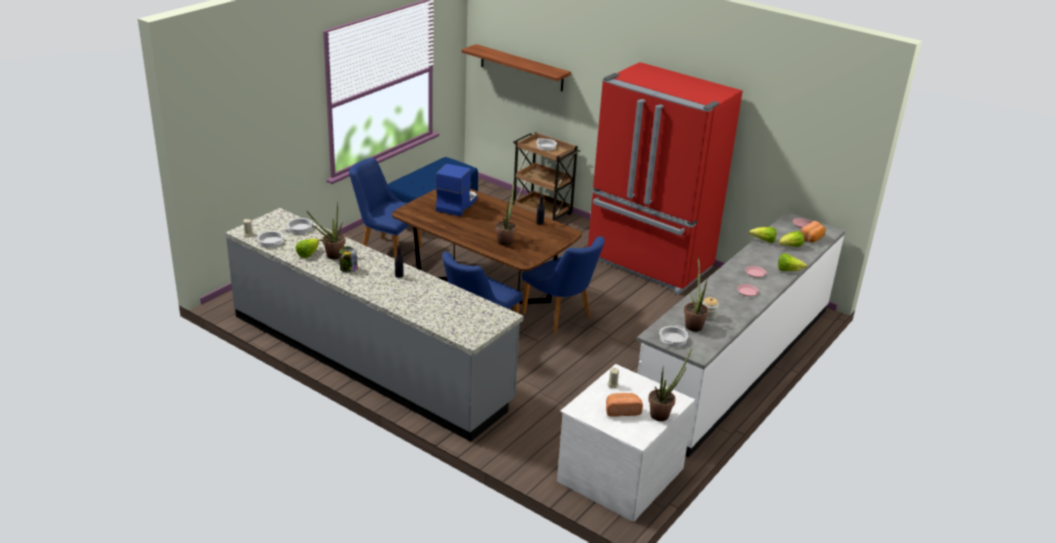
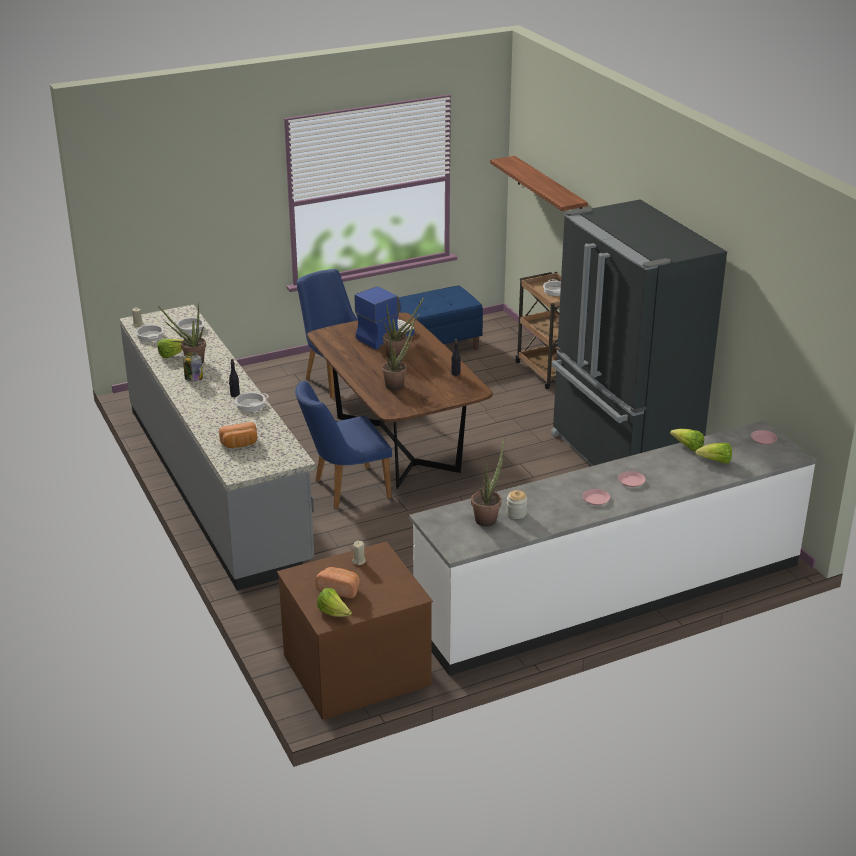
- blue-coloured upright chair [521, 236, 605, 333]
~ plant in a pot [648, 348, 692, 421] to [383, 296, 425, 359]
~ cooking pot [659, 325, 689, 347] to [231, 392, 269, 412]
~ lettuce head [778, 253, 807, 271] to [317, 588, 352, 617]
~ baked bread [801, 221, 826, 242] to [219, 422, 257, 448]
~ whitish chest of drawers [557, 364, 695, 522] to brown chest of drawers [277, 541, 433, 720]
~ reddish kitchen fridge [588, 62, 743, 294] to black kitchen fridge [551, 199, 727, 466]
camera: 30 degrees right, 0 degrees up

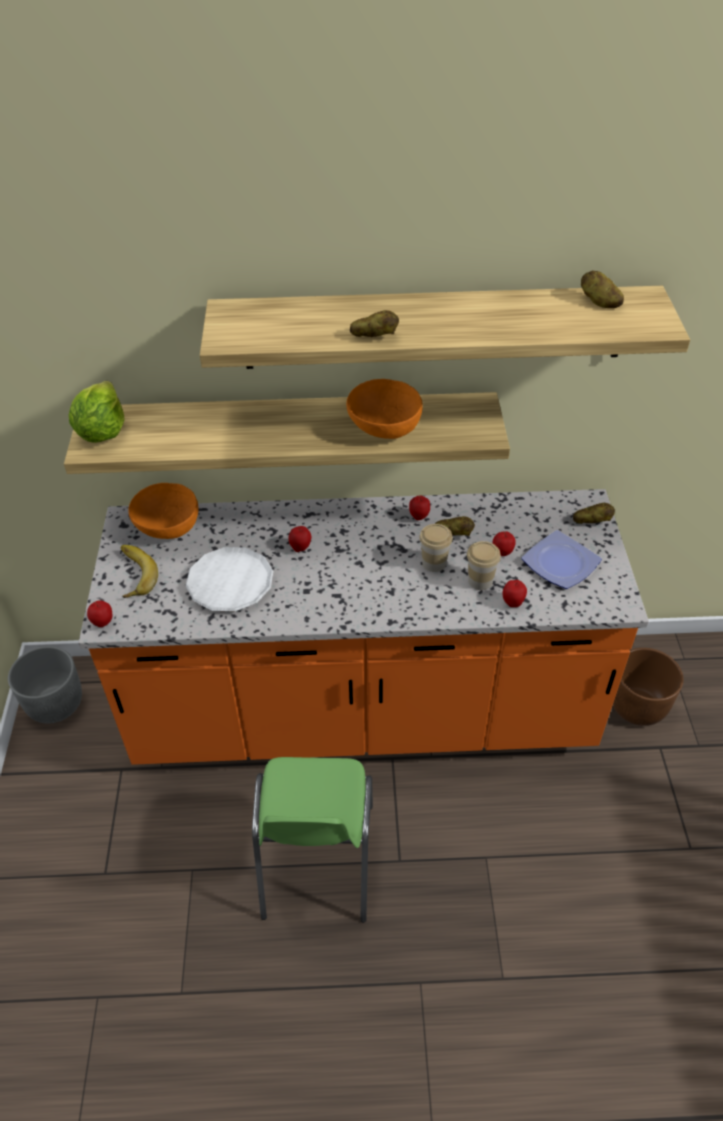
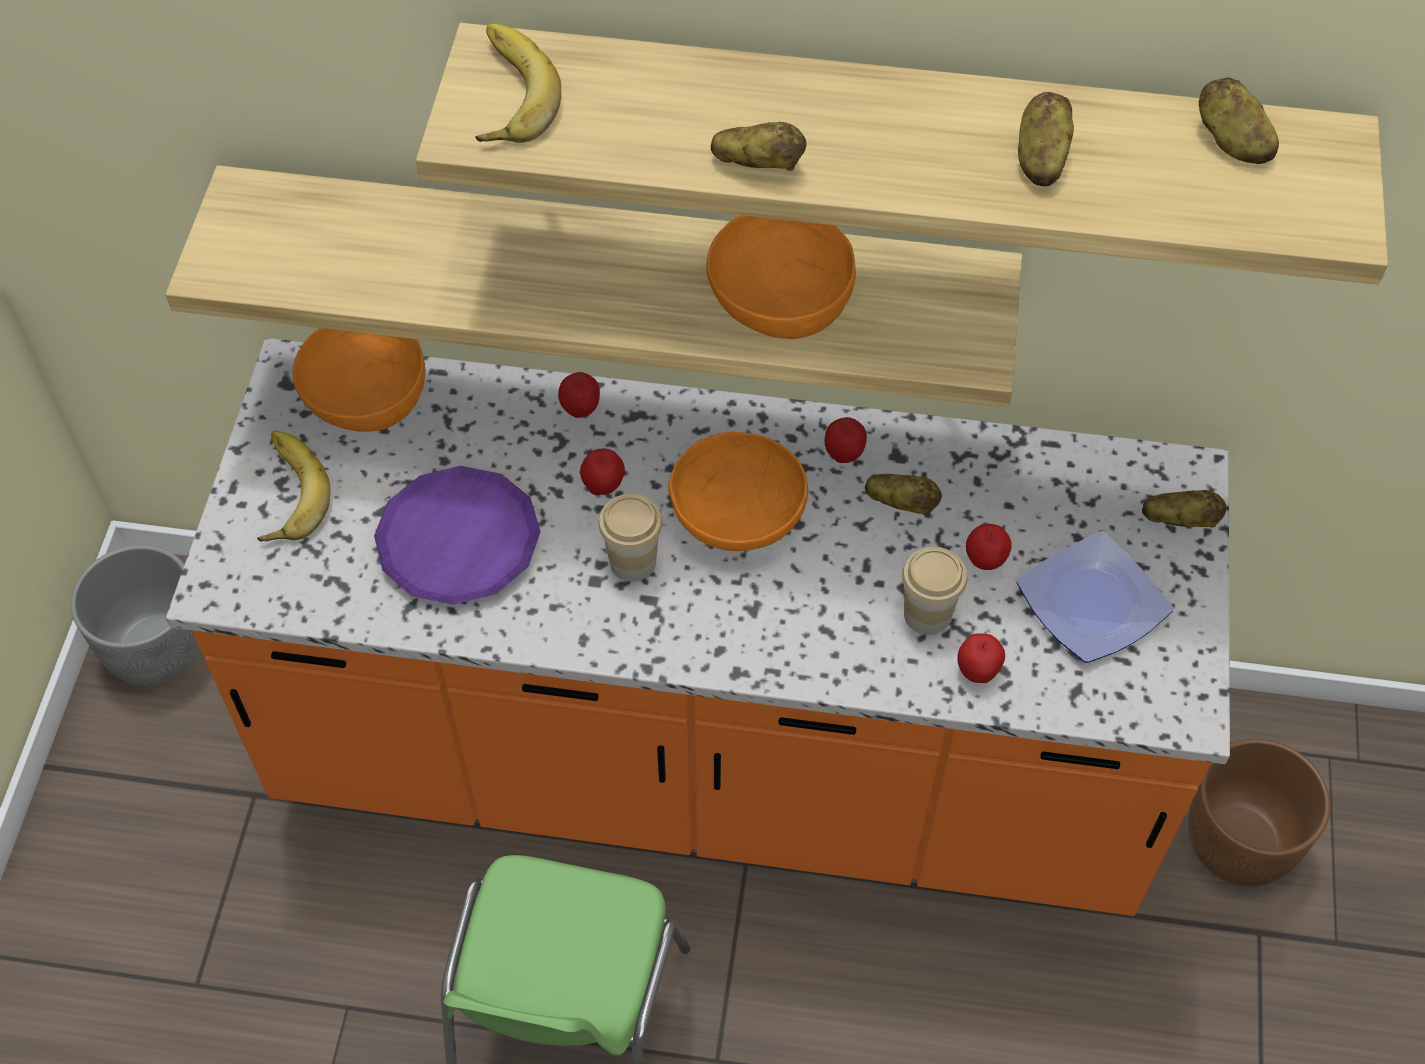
- lettuce head [69, 381, 125, 443]
+ banana fruit [475, 24, 561, 143]
+ orangey deep dish [668, 432, 808, 551]
+ whole potato [1018, 92, 1074, 186]
~ apple fruit [87, 600, 112, 627] to [558, 372, 600, 418]
~ small cup [419, 524, 453, 572] to [598, 494, 663, 582]
~ whitish flat dish [186, 547, 273, 612] to purple-coloured flat dish [374, 466, 541, 605]
camera: 10 degrees right, 10 degrees up

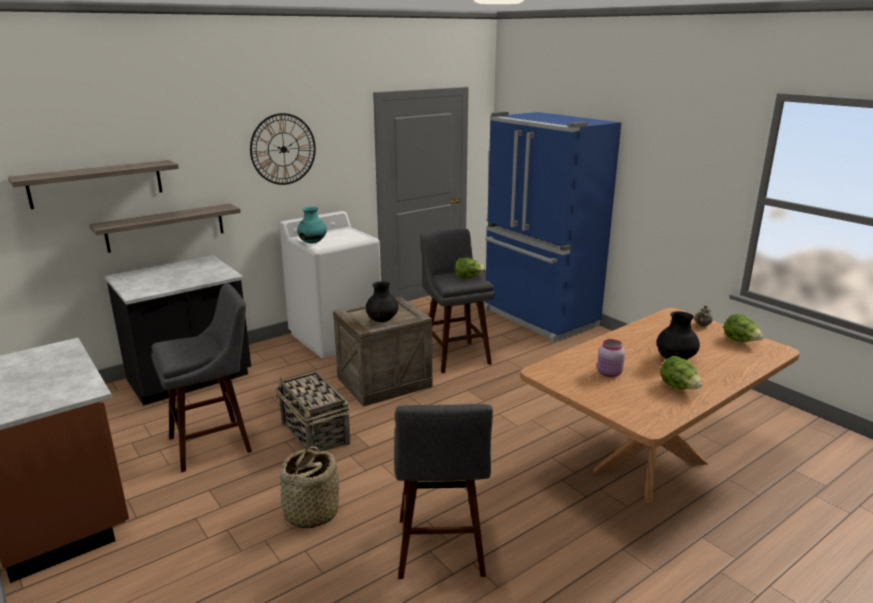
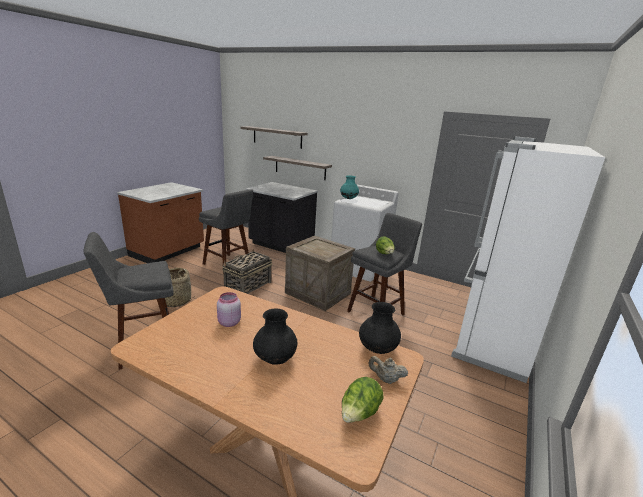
- hanging clock [250, 113, 316, 185]
- lettuce head [660, 356, 703, 389]
~ black flower vase [366, 281, 398, 322] to [359, 302, 401, 354]
~ blue-coloured kitchen fridge [484, 112, 621, 343] to whitish kitchen fridge [451, 136, 605, 383]
camera: 65 degrees right, 0 degrees up

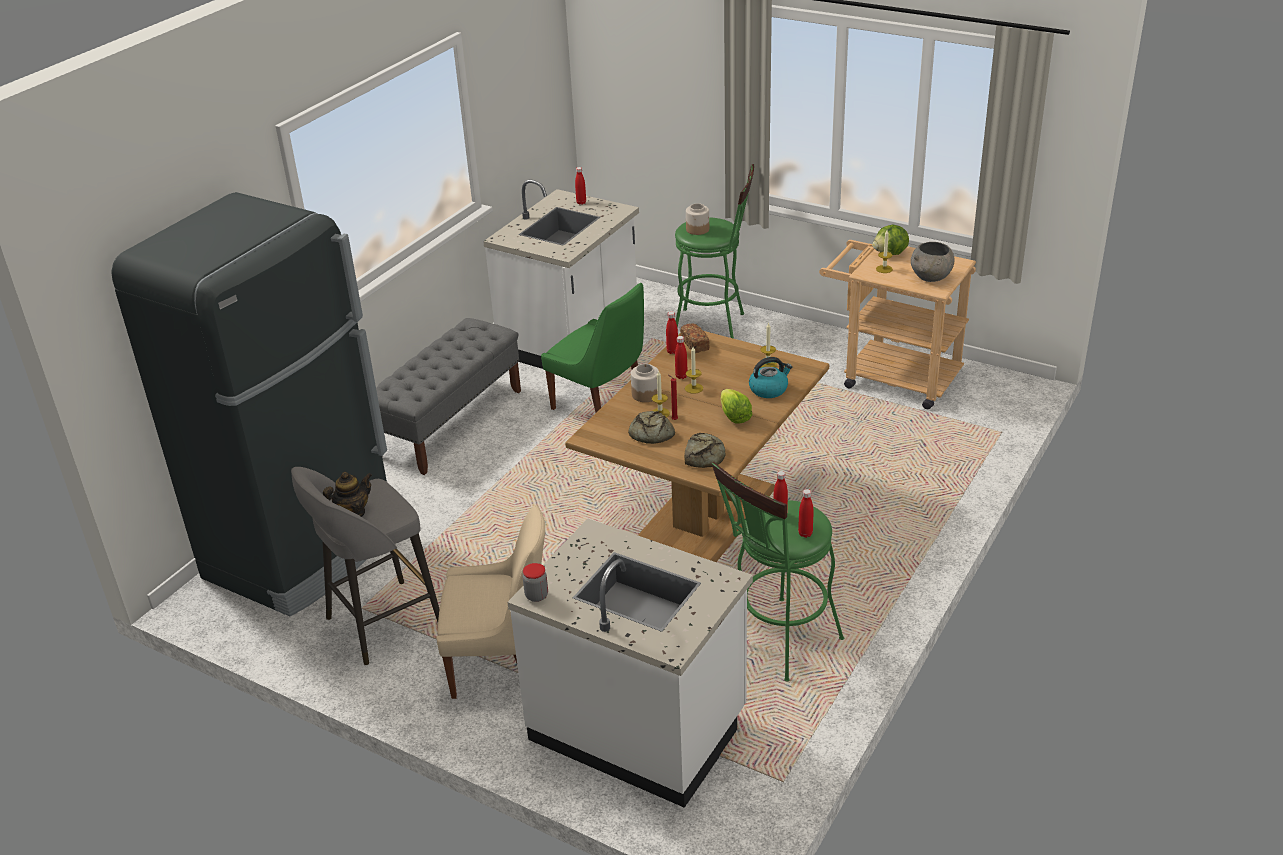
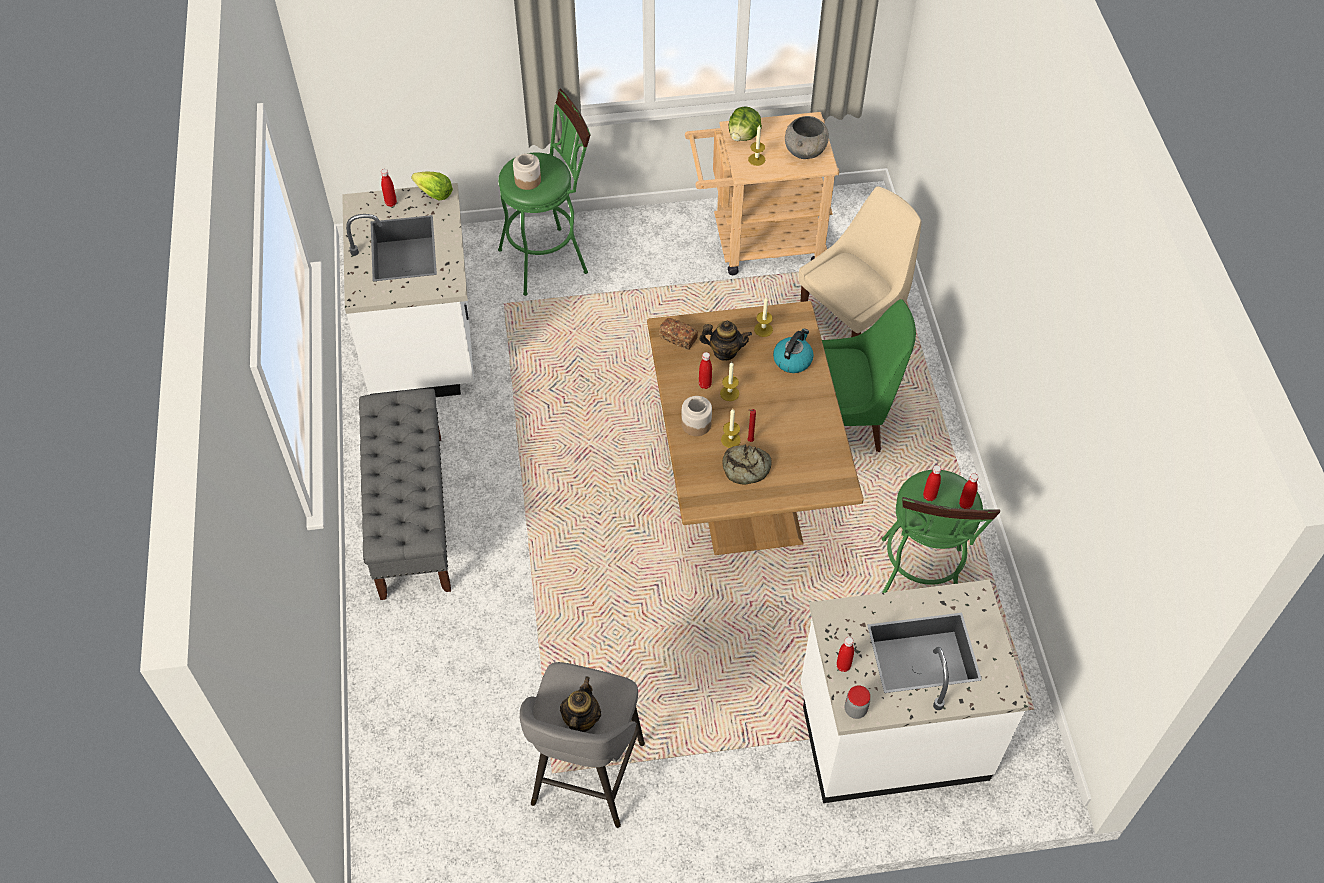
- black kitchen fridge [111, 192, 387, 616]
- baked bread [684, 433, 725, 468]
+ teapot [699, 321, 752, 361]
~ sand-coloured upright chair [436, 505, 545, 699] to [799, 186, 921, 337]
~ greenish upright chair [541, 283, 644, 413] to [822, 299, 916, 452]
~ reddish beverage bottle [666, 312, 678, 354] to [836, 637, 854, 672]
~ lettuce head [721, 389, 753, 423] to [411, 171, 453, 201]
camera: 40 degrees left, 20 degrees up

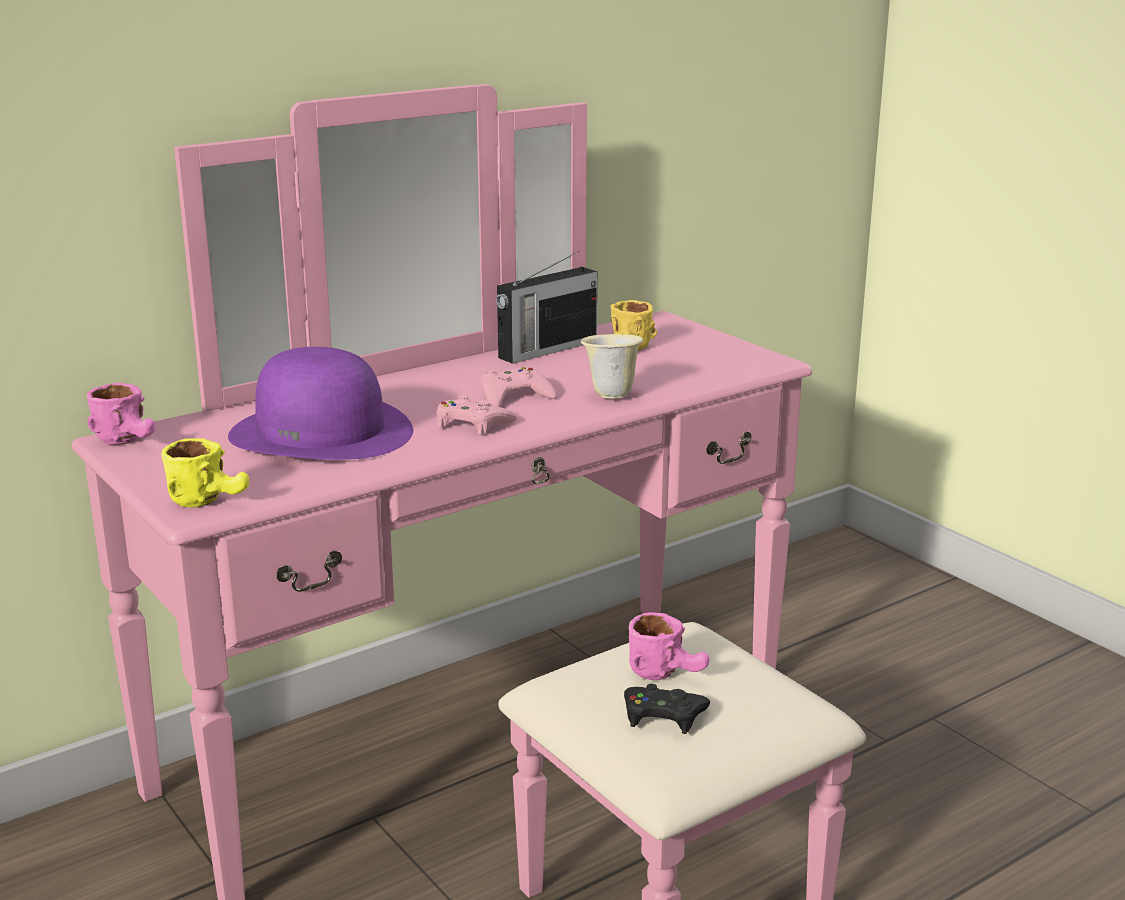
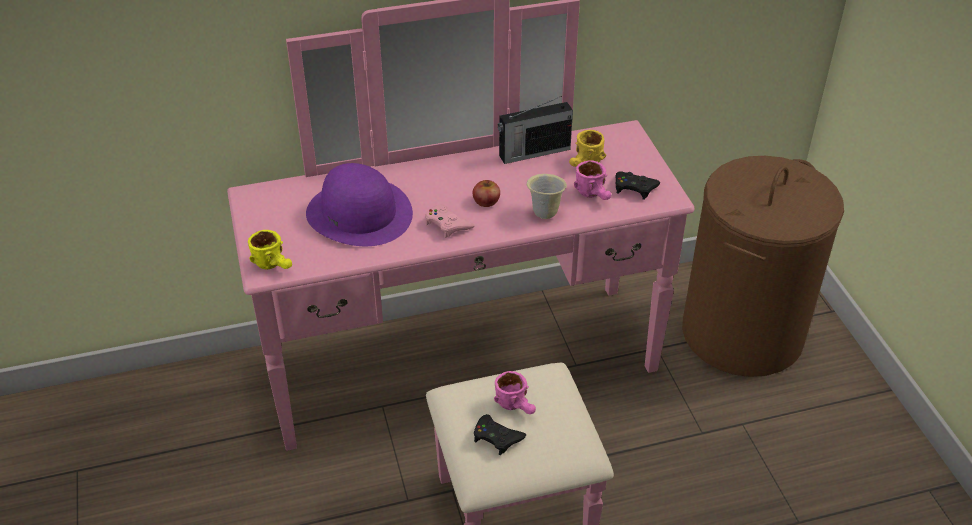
+ black joypad [615, 171, 660, 200]
+ brown washing basket [682, 156, 844, 377]
~ pink tea mug [87, 383, 155, 445] to [574, 160, 611, 200]
~ pink joypad [481, 367, 557, 407] to apple fruit [473, 180, 500, 207]
camera: 20 degrees right, 20 degrees up

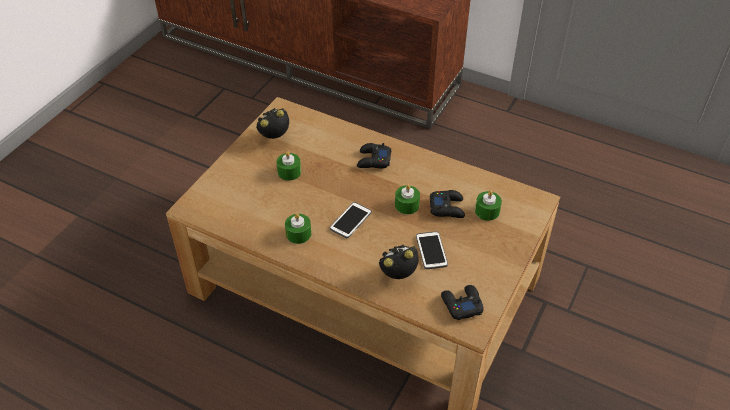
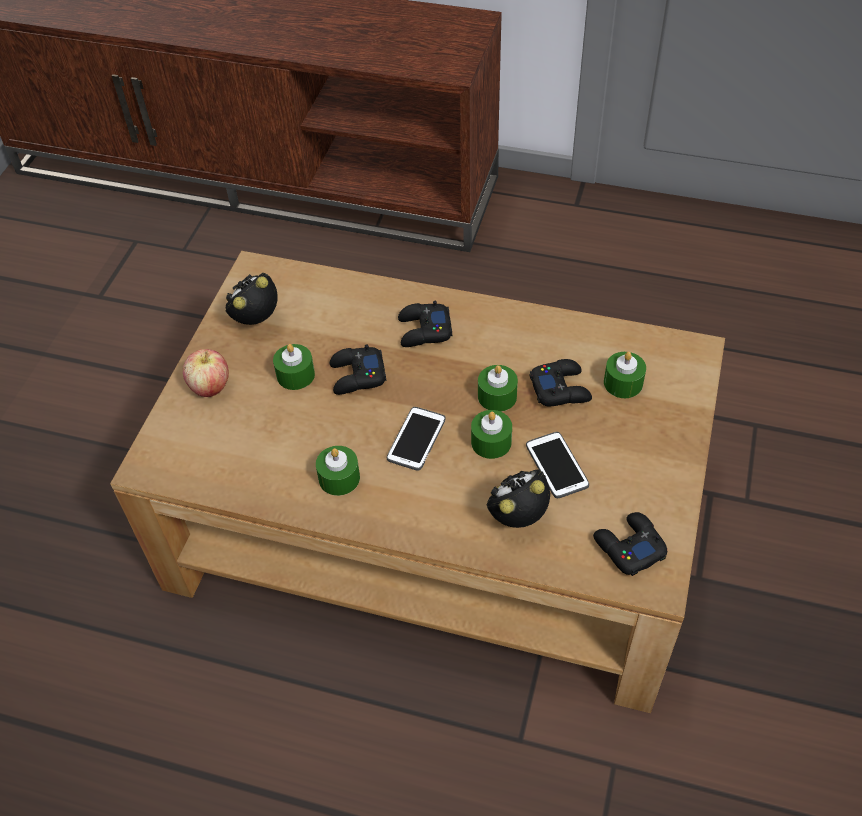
+ apple fruit [183, 349, 229, 397]
+ black joypad [330, 344, 386, 395]
+ greenish wax light [471, 410, 512, 459]
camera: 10 degrees left, 5 degrees up

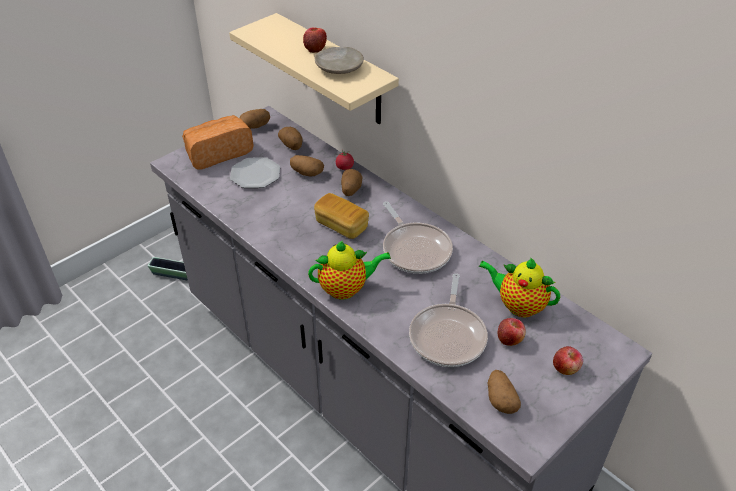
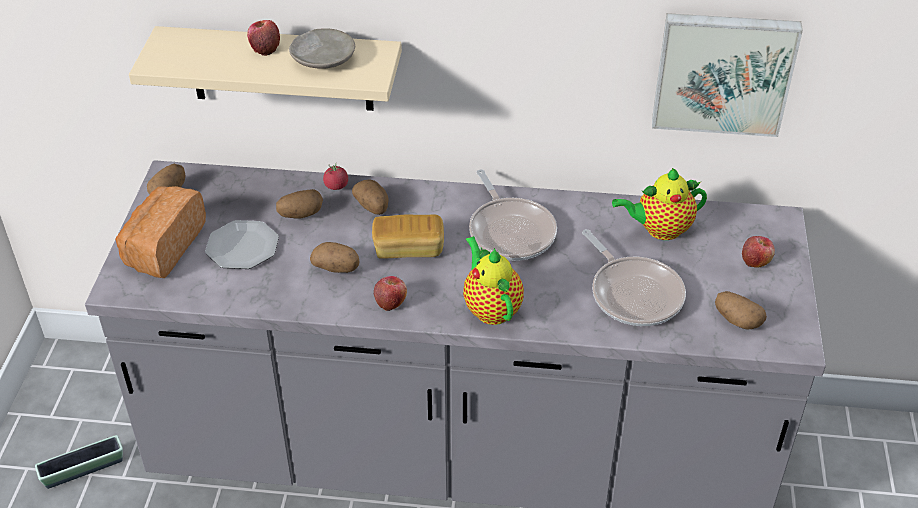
+ wall art [652, 13, 803, 137]
~ whole potato [278, 127, 303, 150] to [310, 242, 360, 273]
~ apple fruit [498, 318, 526, 346] to [374, 276, 407, 311]
~ teapot [308, 241, 391, 300] = [463, 236, 524, 325] 60 degrees counterclockwise
~ pan [383, 201, 453, 274] = [469, 169, 557, 261] 45 degrees clockwise
camera: 40 degrees left, 0 degrees up

